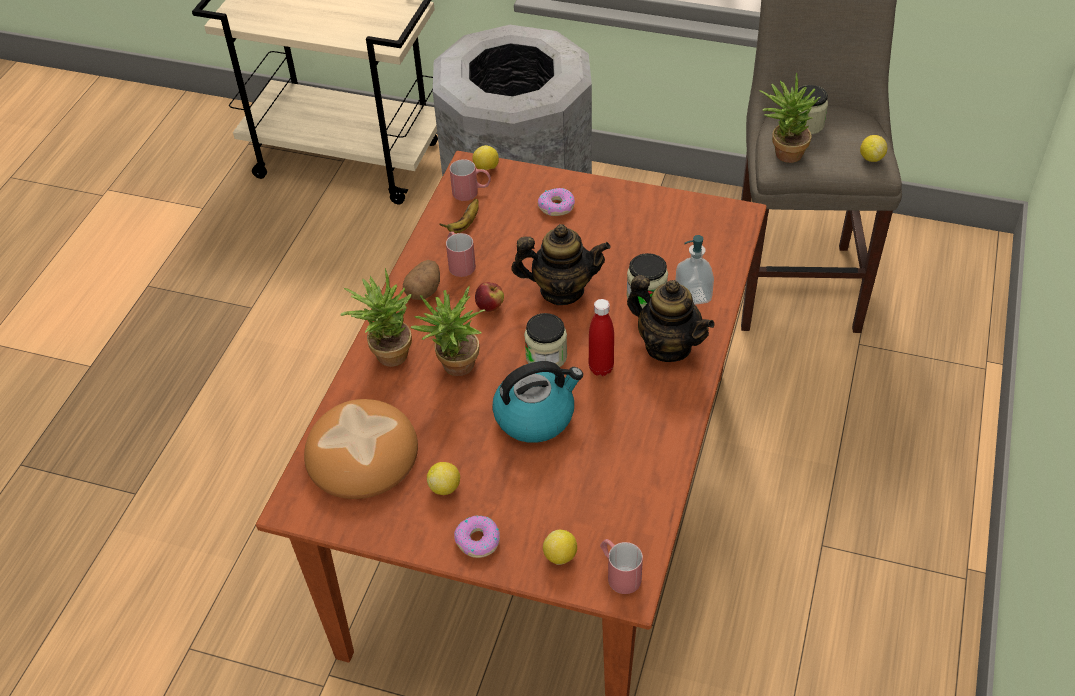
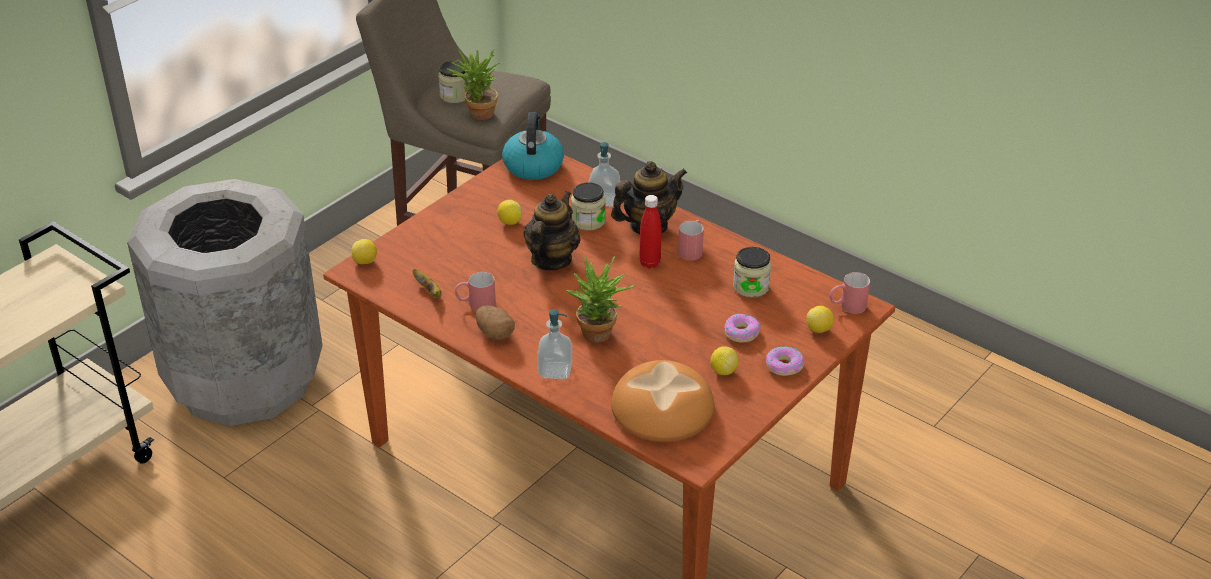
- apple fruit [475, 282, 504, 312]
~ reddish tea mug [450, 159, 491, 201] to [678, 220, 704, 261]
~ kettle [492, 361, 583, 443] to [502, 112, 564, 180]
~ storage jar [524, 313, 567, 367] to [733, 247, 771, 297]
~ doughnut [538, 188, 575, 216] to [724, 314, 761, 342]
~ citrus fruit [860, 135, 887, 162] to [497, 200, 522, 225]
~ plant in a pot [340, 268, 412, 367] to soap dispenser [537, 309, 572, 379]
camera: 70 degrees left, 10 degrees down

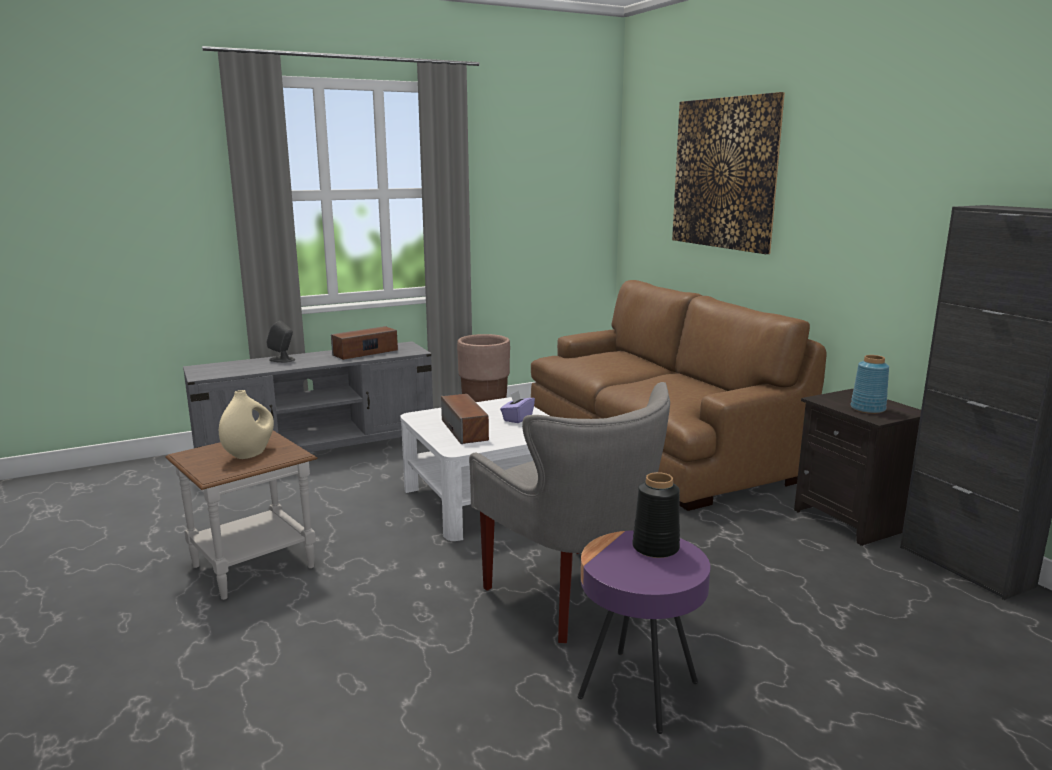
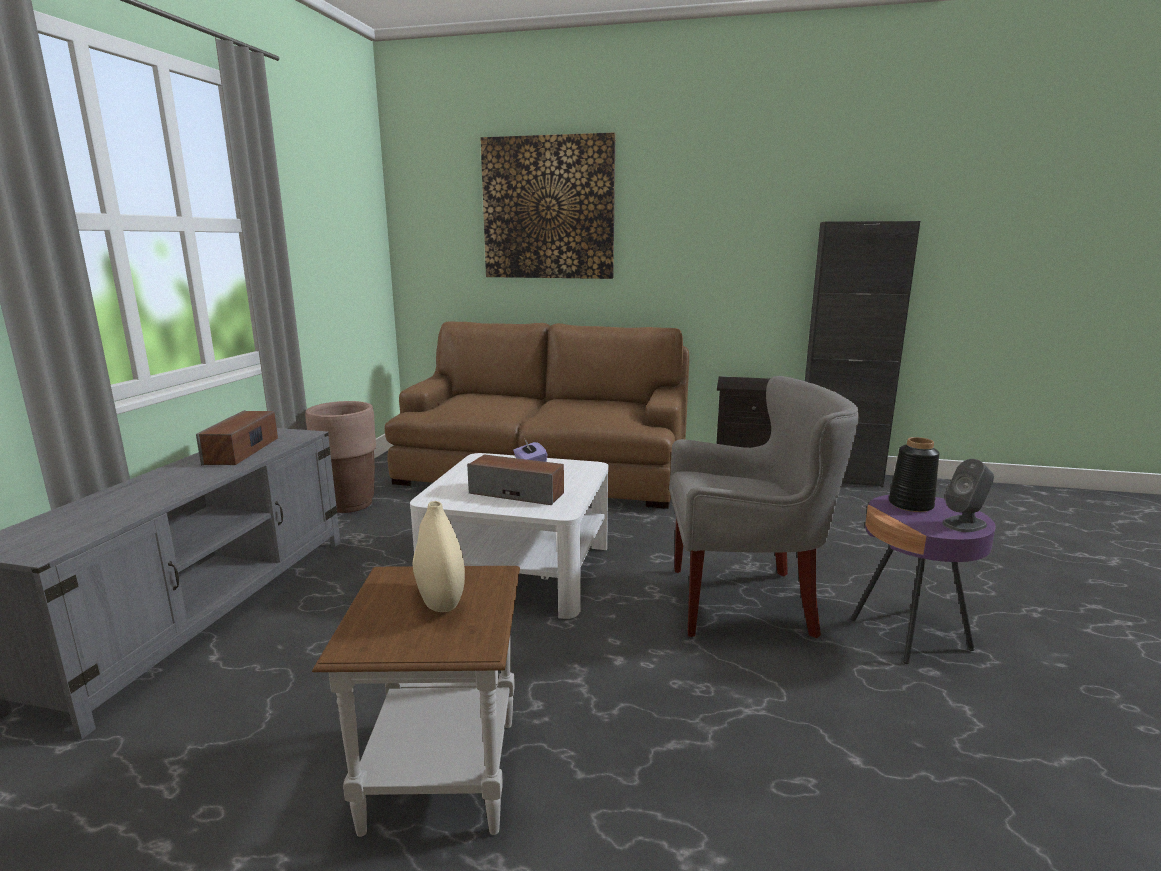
- blue-coloured flower vase [851, 355, 889, 414]
~ grey audio speaker [266, 321, 295, 363] to [942, 459, 994, 532]
camera: 50 degrees left, 0 degrees up

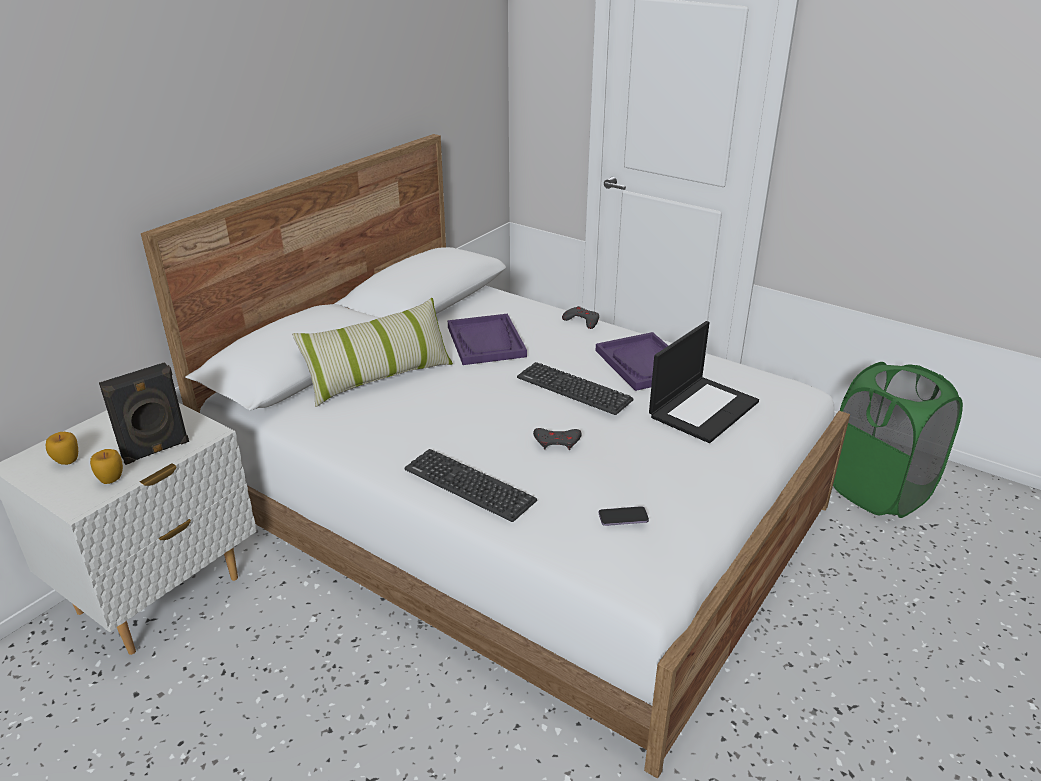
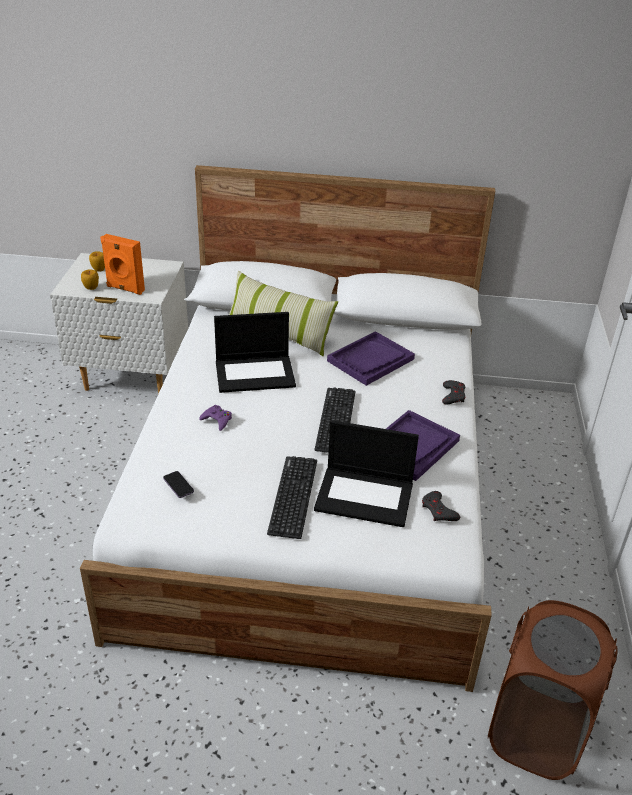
+ purple-coloured joypad [199, 405, 232, 431]
+ notebook computer [214, 312, 296, 393]
~ computer keyboard [404, 449, 537, 522] to [267, 456, 317, 539]
~ grey joypad [533, 428, 582, 450] to [422, 491, 460, 522]
~ black audio speaker [99, 362, 189, 465] to orangey audio speaker [100, 234, 145, 295]
~ greenish washing basket [833, 362, 963, 518] to brown washing basket [488, 600, 617, 780]
camera: 60 degrees right, 5 degrees up

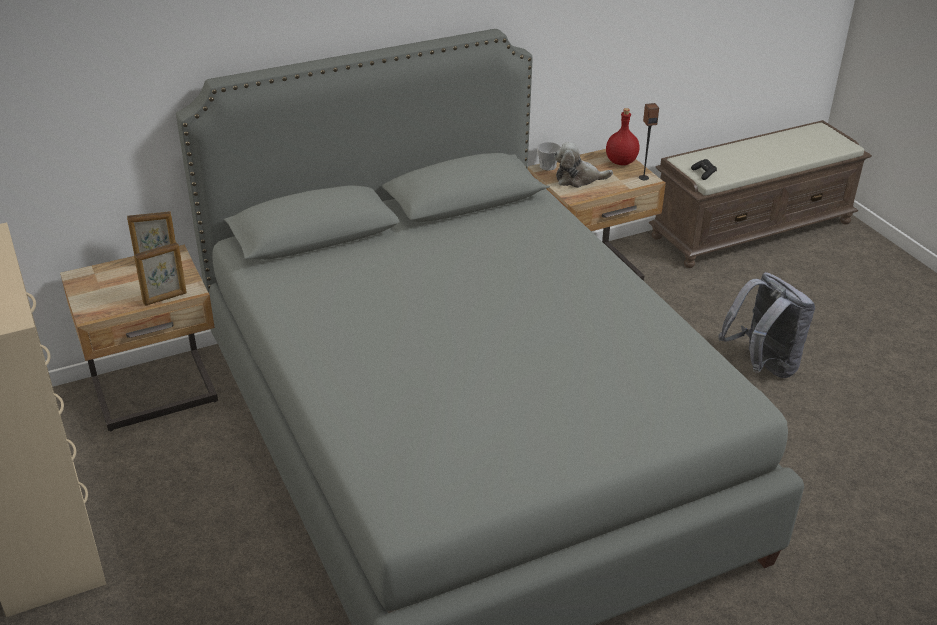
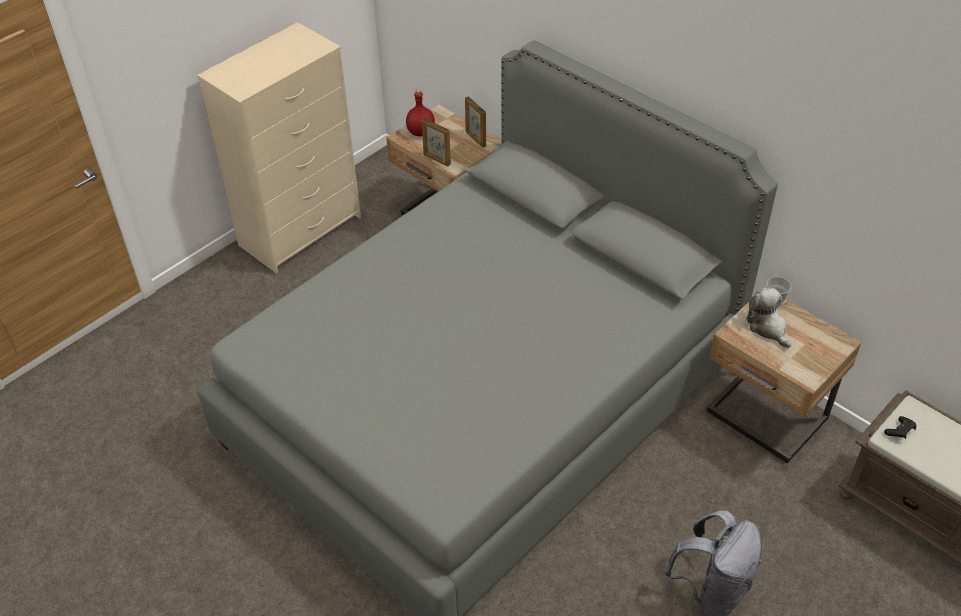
- audio speaker [639, 103, 659, 180]
~ reddish beverage bottle [606, 108, 639, 165] to [406, 89, 435, 136]
camera: 70 degrees right, 10 degrees up

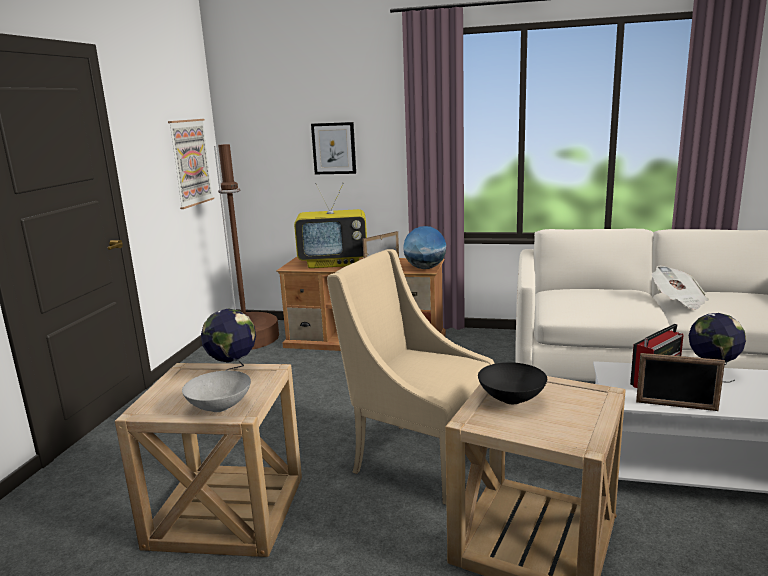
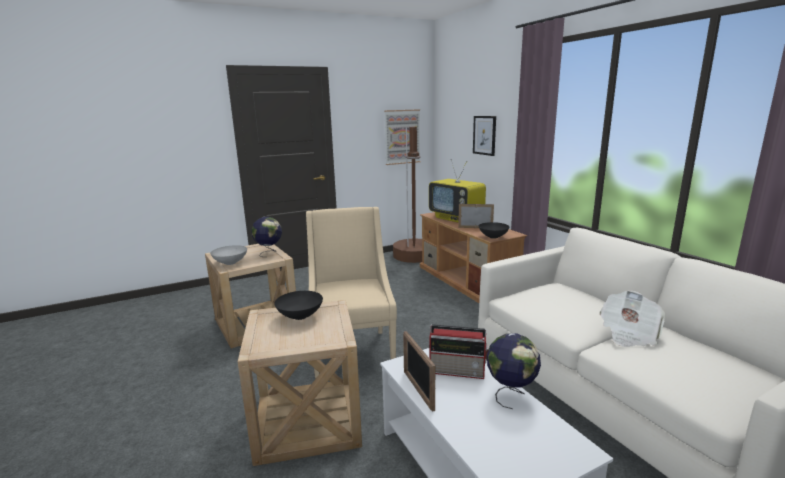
~ desk globe [403, 226, 446, 269] to black deep dish [479, 222, 510, 239]
camera: 50 degrees right, 0 degrees up

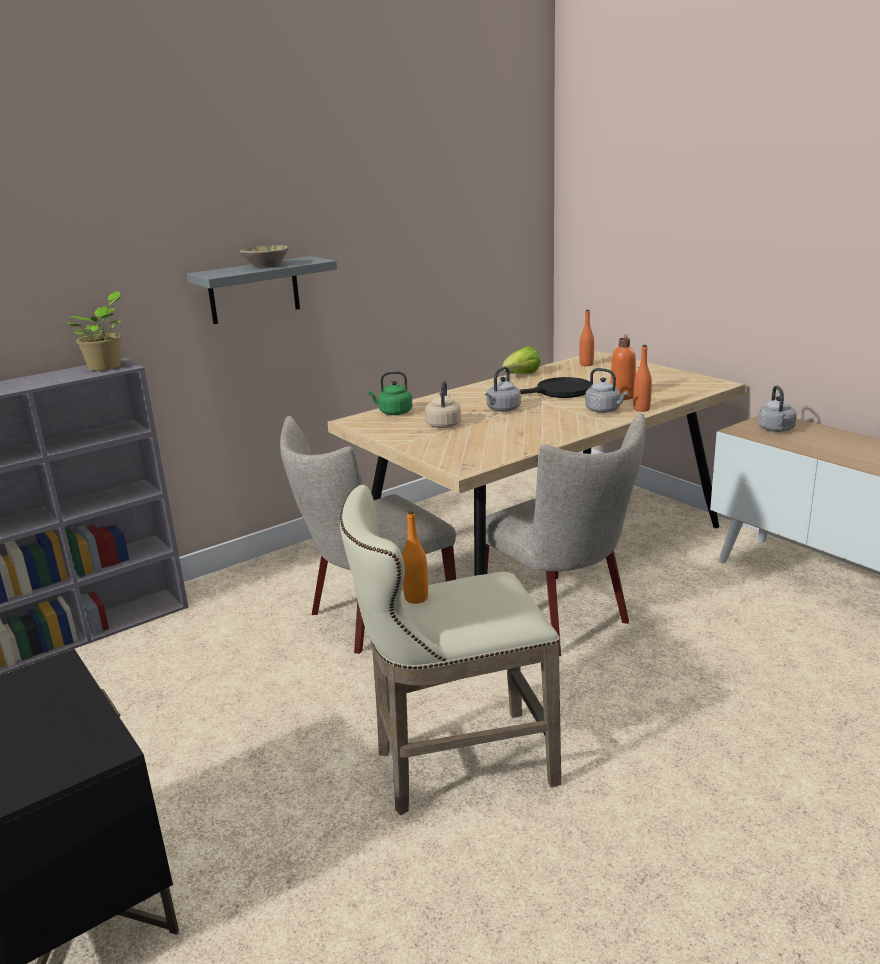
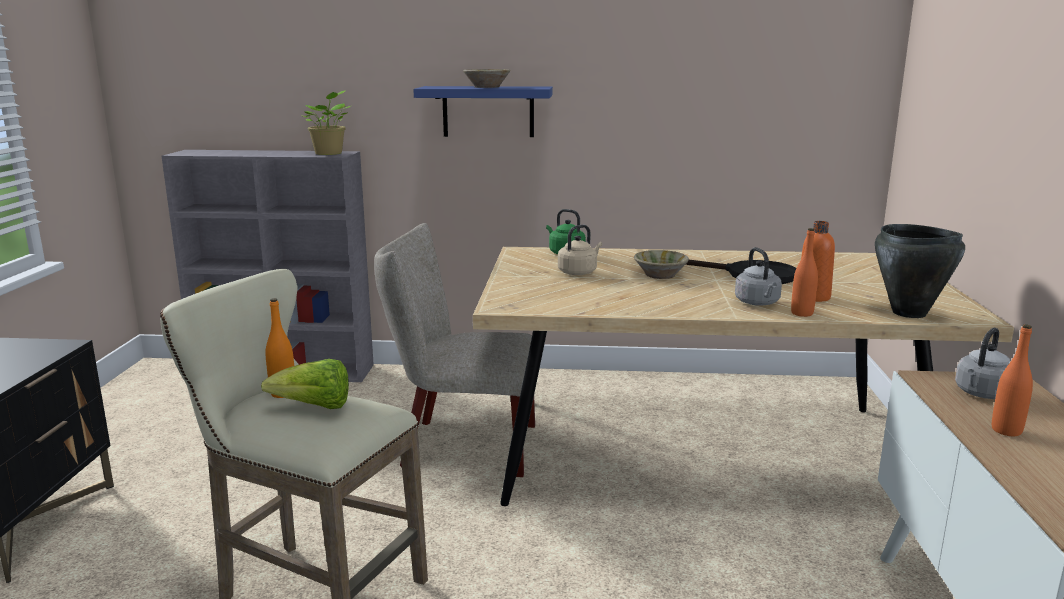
- sand-coloured upright chair [486, 414, 645, 656]
+ black cooking pot [875, 224, 965, 318]
~ lettuce head [502, 346, 541, 374] to [261, 359, 349, 409]
~ orangey beverage bottle [579, 310, 594, 366] to [992, 324, 1033, 436]
~ grey kettle [485, 367, 521, 412] to sand-coloured deep dish [634, 250, 689, 279]
~ grey wall shelf [186, 256, 337, 324] to blue-coloured wall shelf [413, 86, 553, 137]
camera: 40 degrees right, 5 degrees down

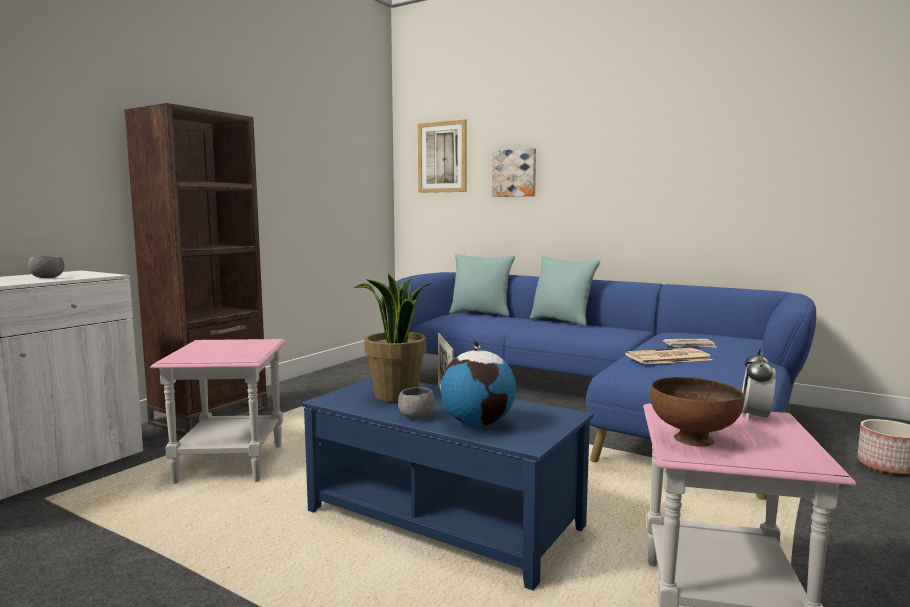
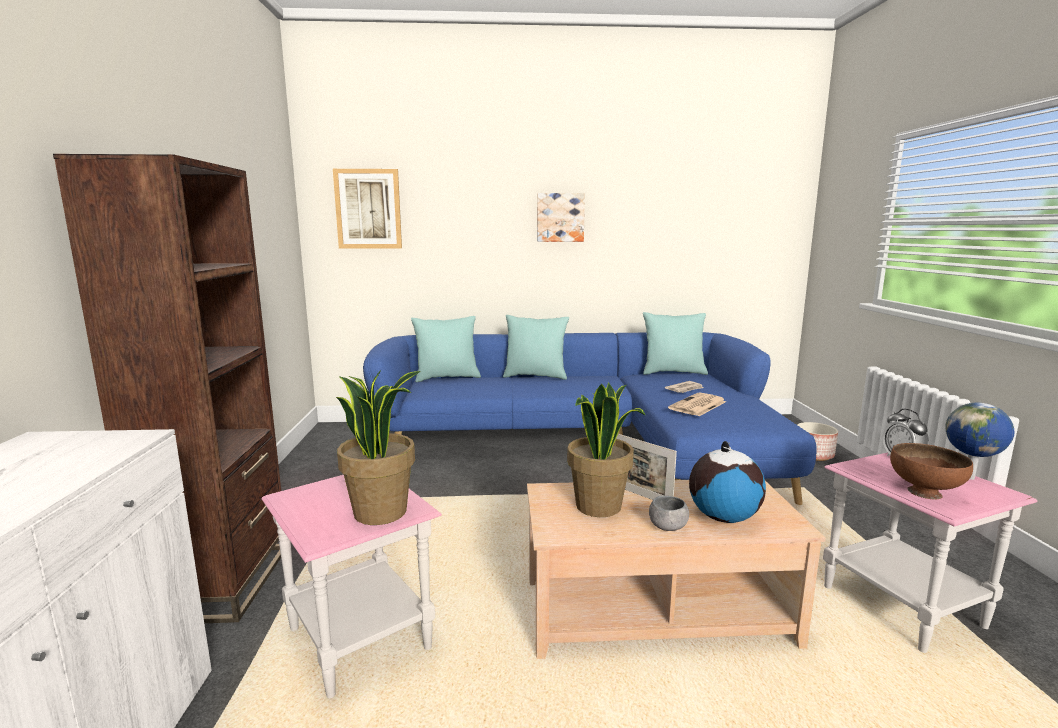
- grey deep dish [28, 256, 64, 278]
+ plant in a pot [336, 370, 421, 525]
+ blue-green cushion [643, 312, 708, 375]
+ desk globe [945, 403, 1015, 480]
~ wall art [492, 148, 536, 197] to [537, 193, 585, 242]
~ blue-coloured lounge table [302, 378, 594, 590] to sand-coloured lounge table [527, 480, 826, 659]
camera: 35 degrees left, 5 degrees up

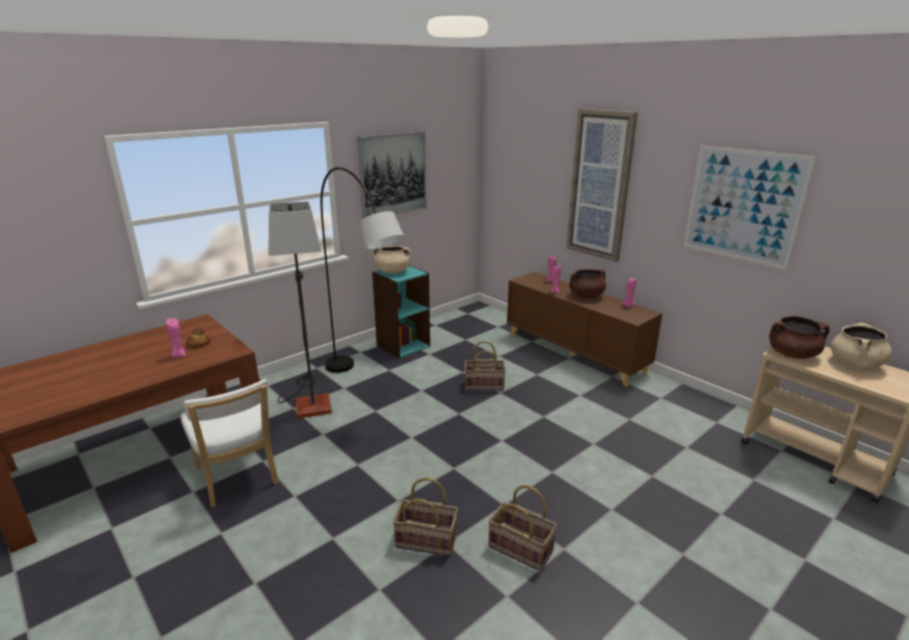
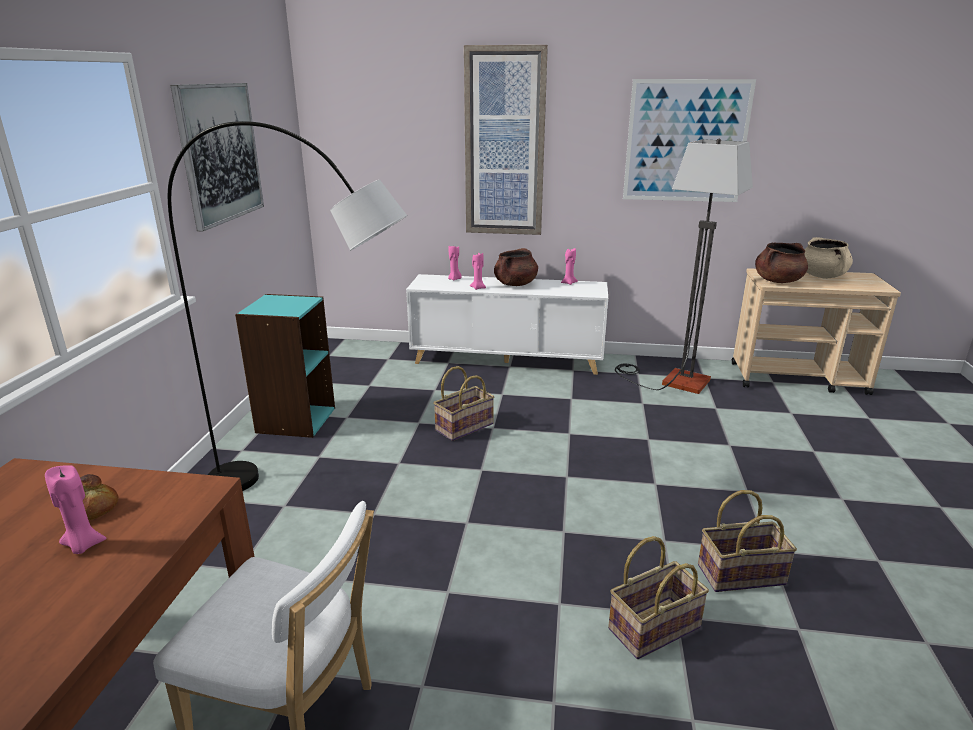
- sand-coloured cooking pot [373, 246, 411, 274]
~ floor lamp [269, 201, 332, 419] to [615, 139, 753, 394]
~ brown cupboard [507, 272, 662, 387] to whitish cupboard [406, 274, 608, 375]
camera: 40 degrees left, 0 degrees up

